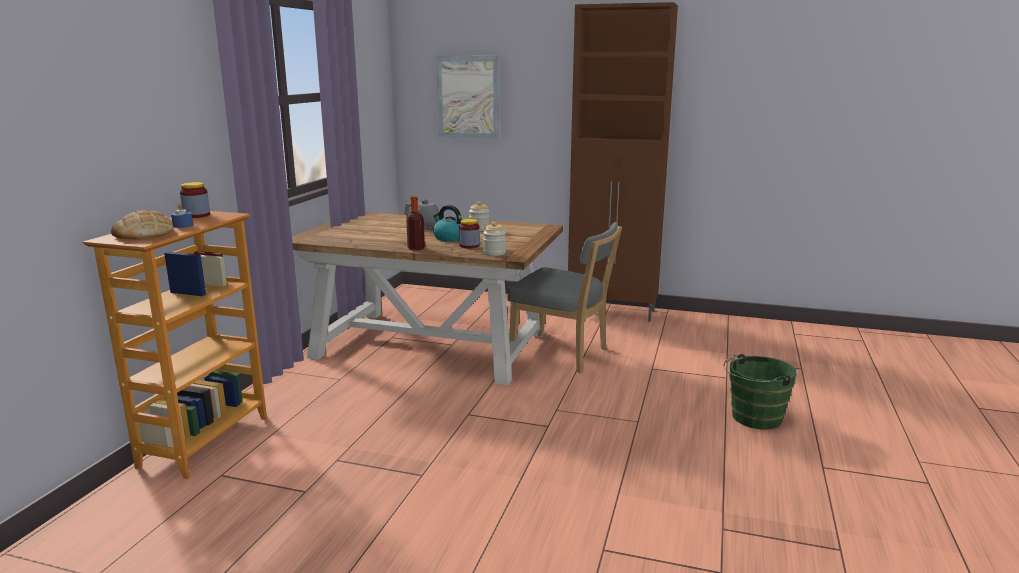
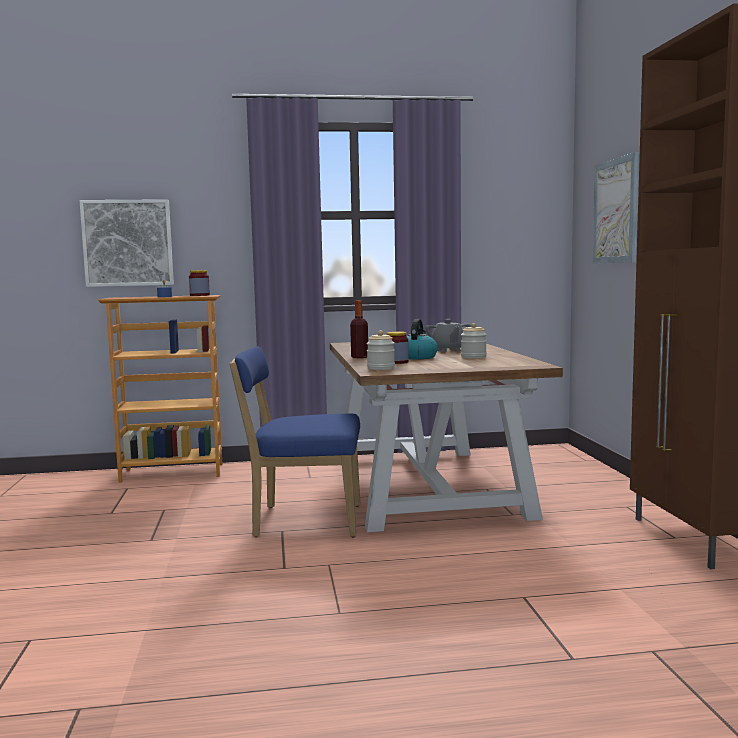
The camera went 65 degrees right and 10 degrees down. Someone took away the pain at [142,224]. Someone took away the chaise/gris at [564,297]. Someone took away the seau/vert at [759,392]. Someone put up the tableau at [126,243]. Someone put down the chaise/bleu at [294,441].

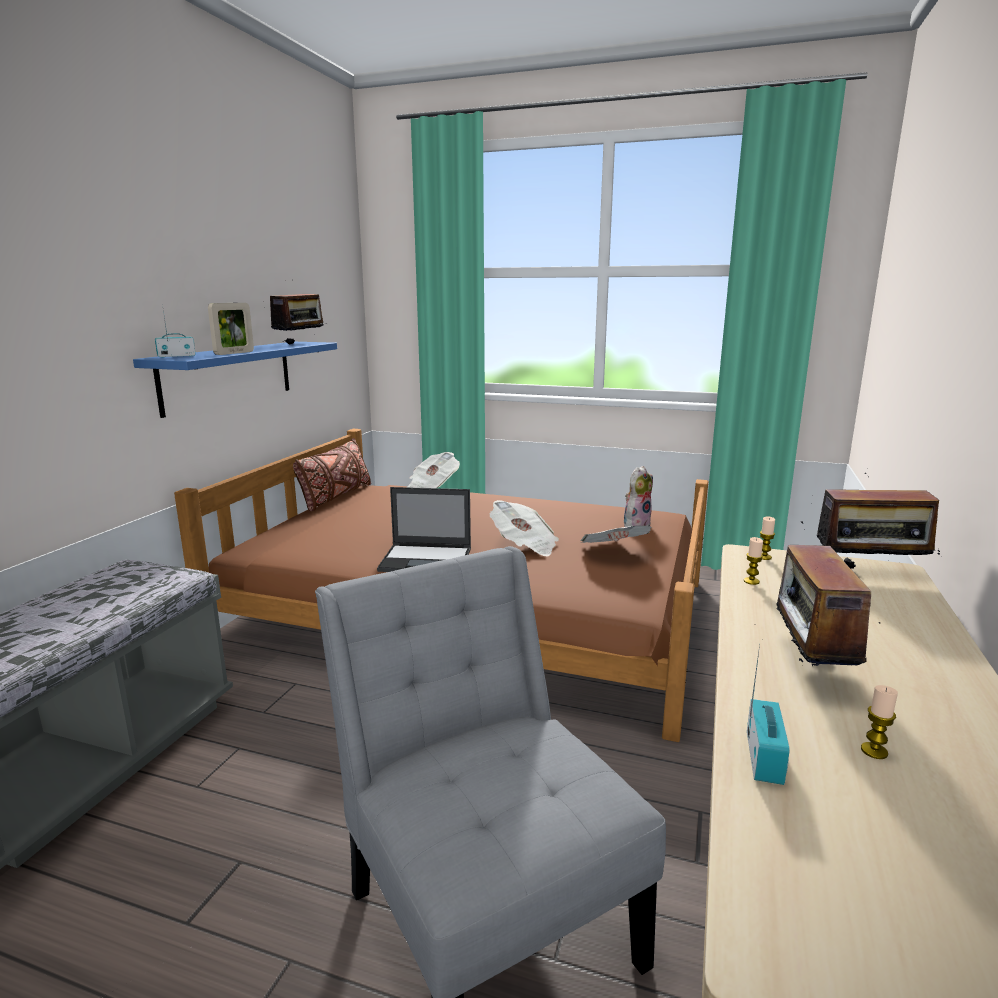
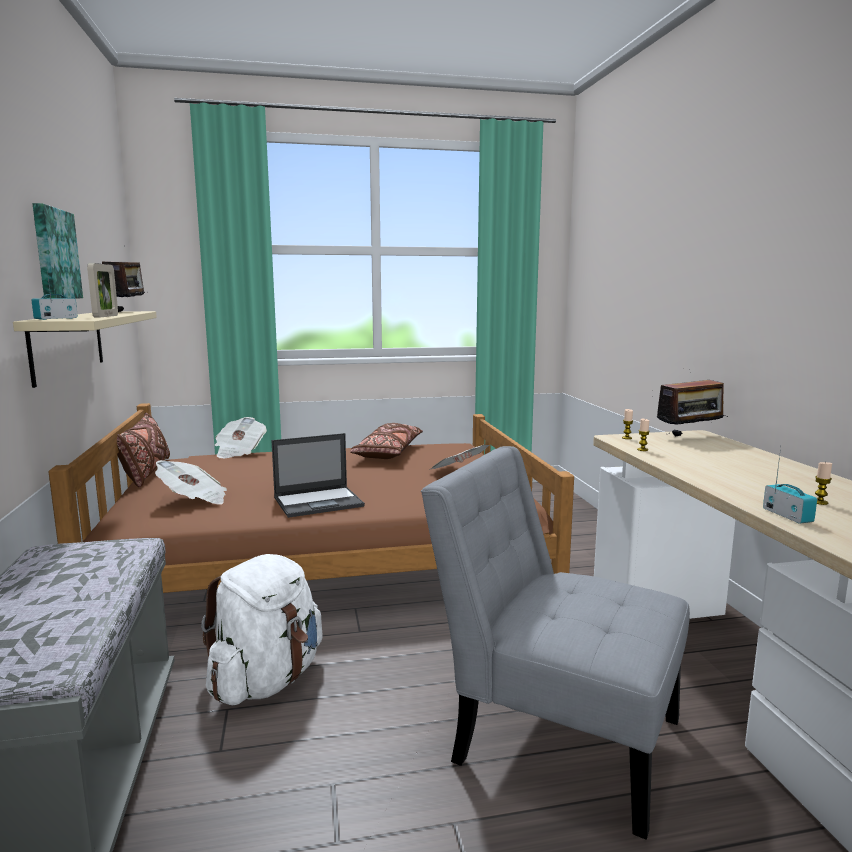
The camera went 30 degrees left and 5 degrees down. Someone repainted the étagère/bleu at [235,380], which became the étagère/beige at [85,349]. Someone took away the peluche at [638,496]. Someone carried the journal from [524,528] to [191,482]. Someone took away the radio at [828,593]. Someone put up the tableau at [57,251]. Someone put down the coussin/marron at [386,441]. Someone put down the sac à dos/blanc at [262,629].

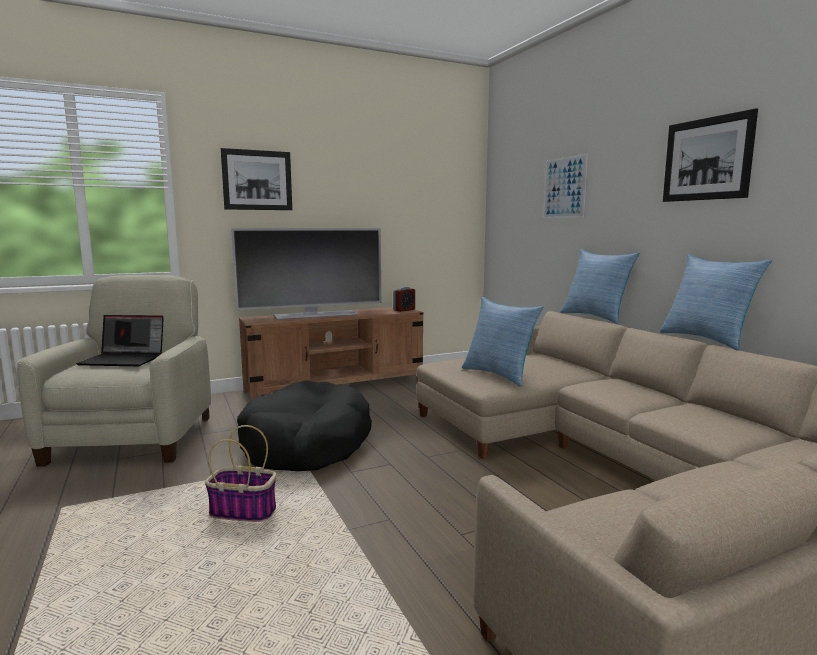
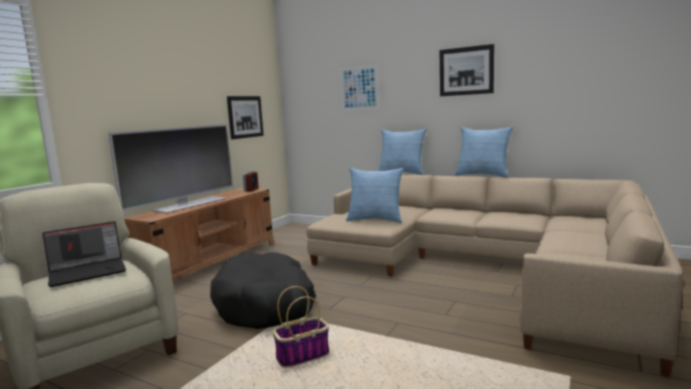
The camera went 35 degrees left and 0 degrees up. Someone carried the tableau from [256,179] to [245,117].

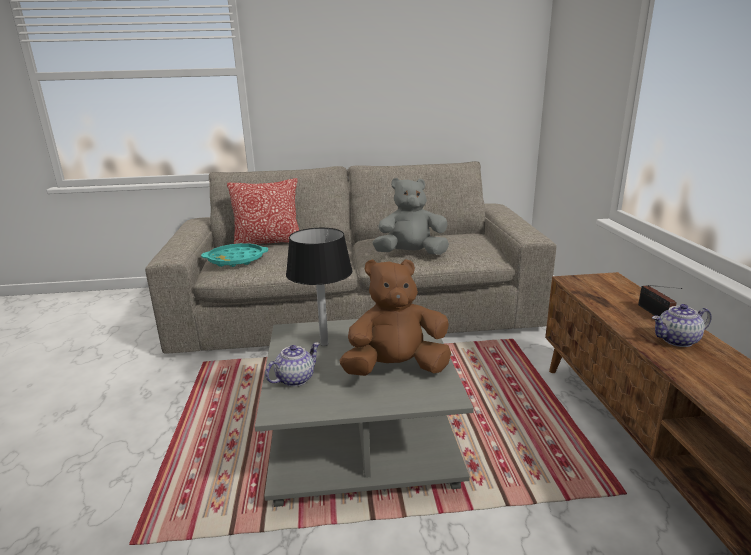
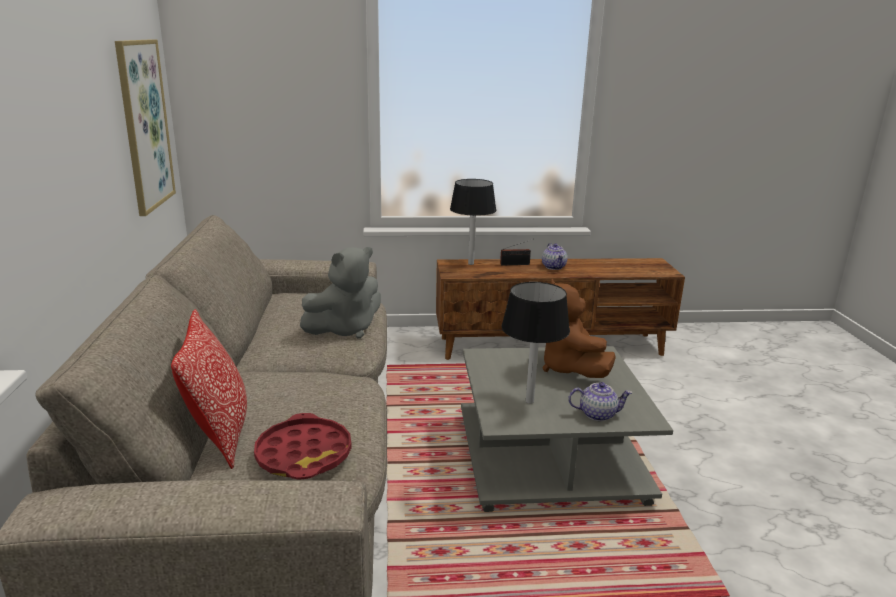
The camera went 90 degrees left and 0 degrees up. Someone rotated the peluche/gris at [410,216] by 120 degrees counterclockwise. Someone repainted the plateau/turquoise at [234,255], which became the plateau/rouge at [303,446]. Someone rotated the théière at [292,365] by 135 degrees clockwise. Someone put up the tableau at [145,127]. Someone put down the lampe de table/noir at [473,222].

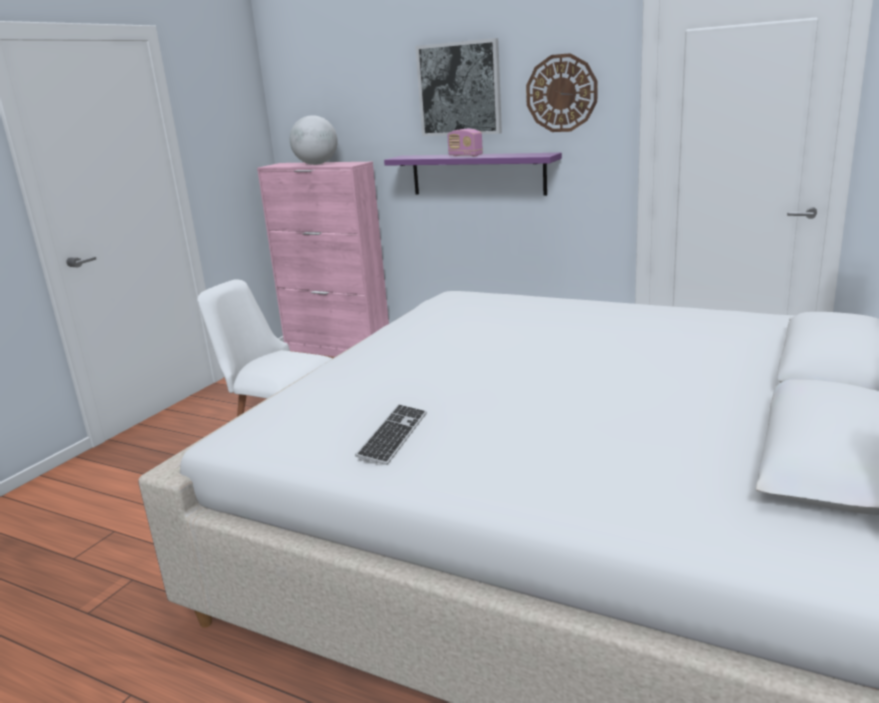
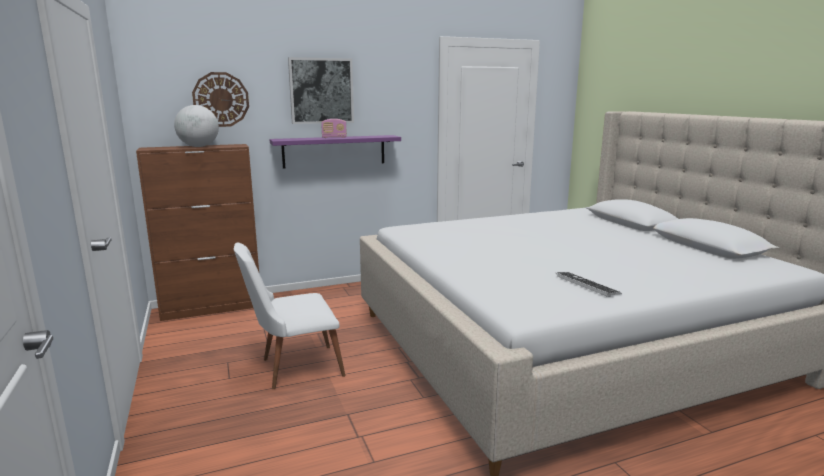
The camera went 50 degrees left and 5 degrees down. Someone carried the horloge murale from [561,92] to [220,99]. Someone repainted the meuble de rangement/rose at [323,259], which became the meuble de rangement/marron at [197,232].

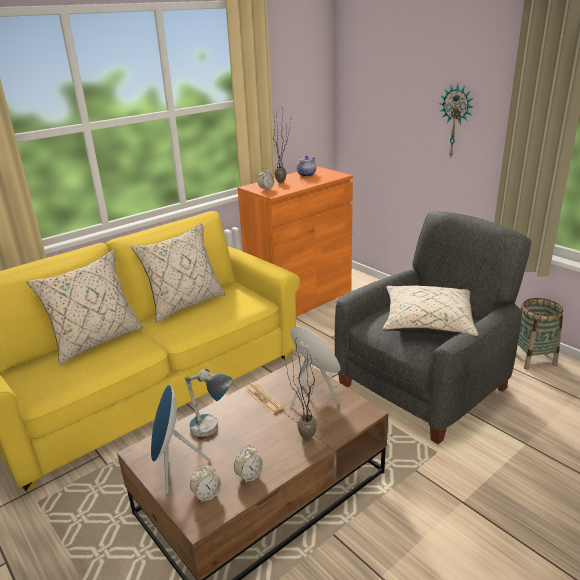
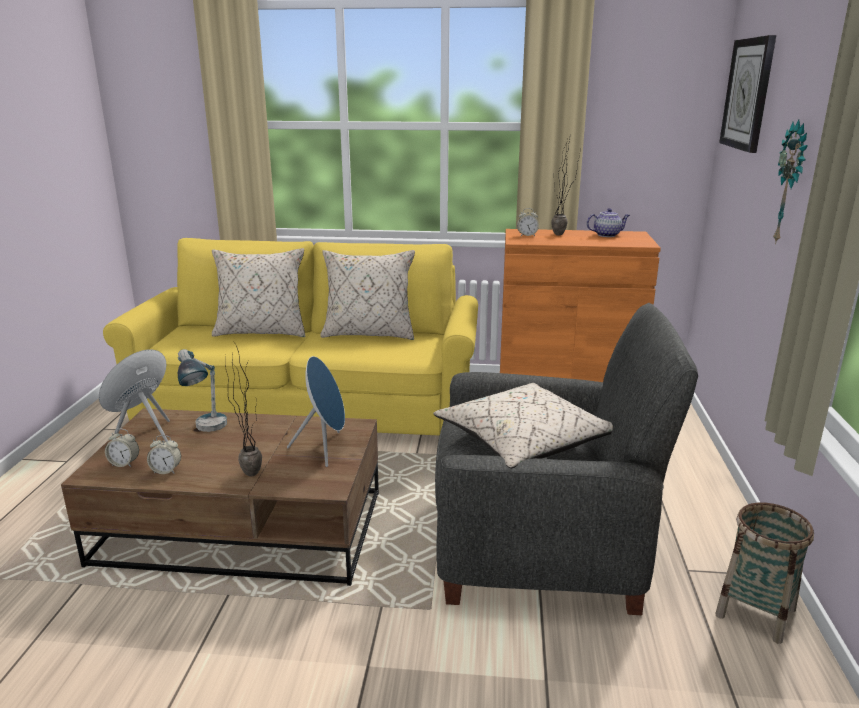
The camera went 45 degrees right and 5 degrees down. Someone took away the journal at [264,398]. Someone put up the horloge murale at [747,94].

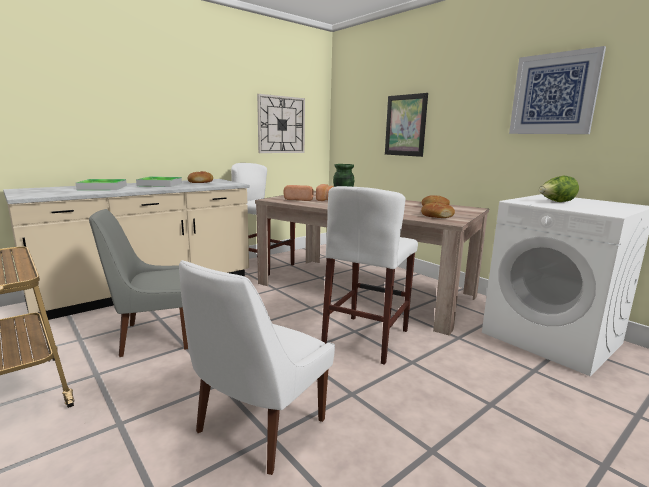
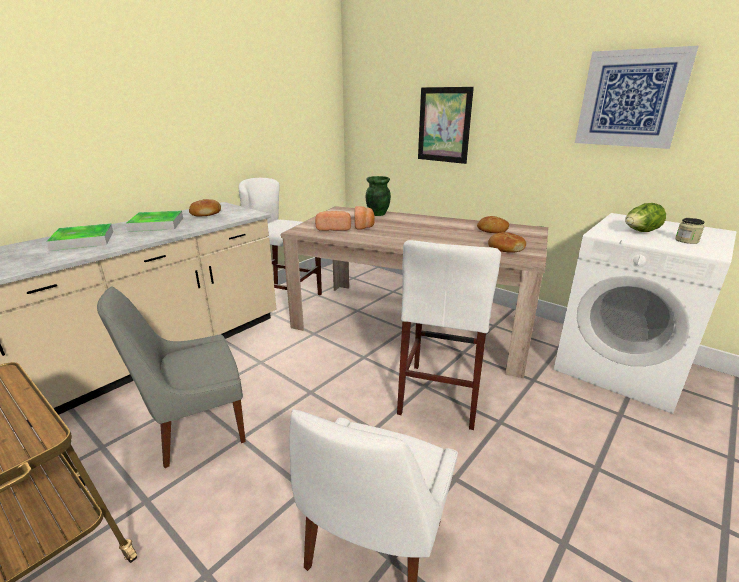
The camera went 10 degrees left and 10 degrees up. Someone took away the horloge murale at [281,123]. Someone put down the bocal at [689,231].

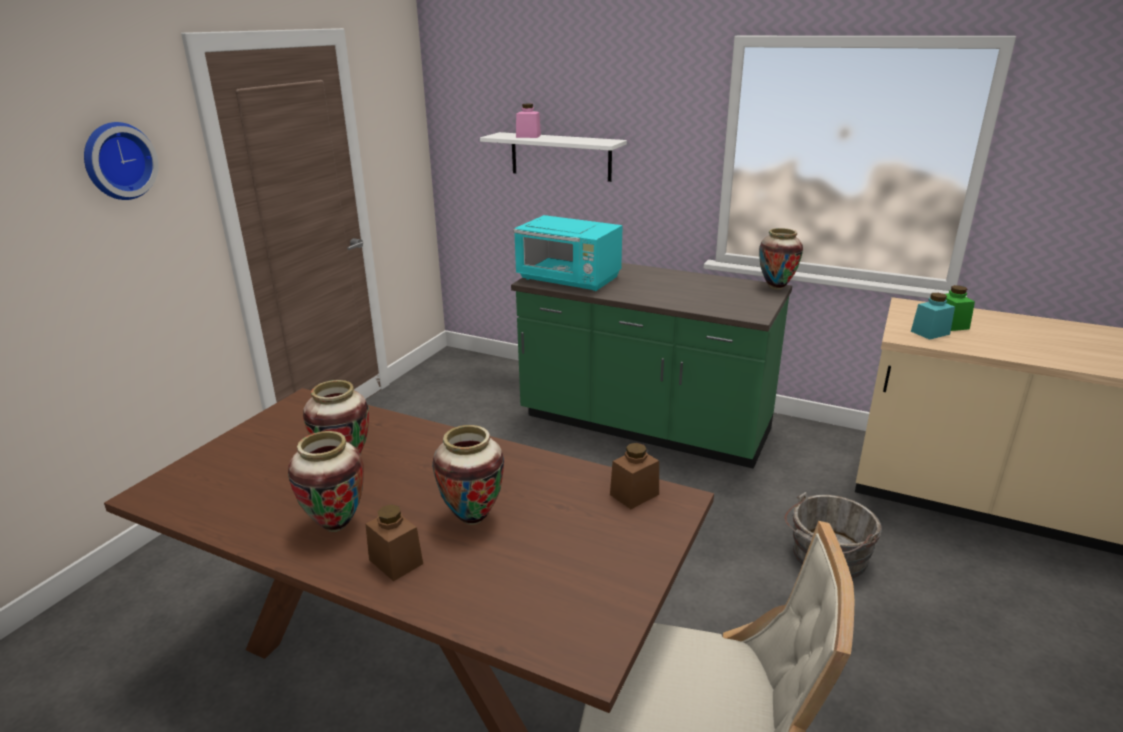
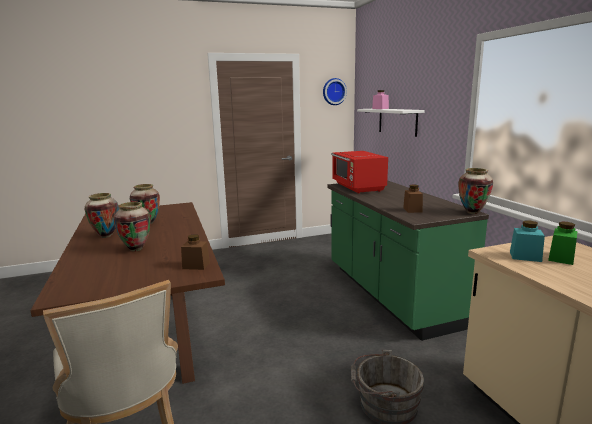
The camera went 45 degrees right and 10 degrees down. Someone carried the horloge murale from [121,161] to [335,91]. Someone repainted the micro-ondes/turquoise at [568,253], which became the micro-ondes/rouge at [360,172]. Someone carried the bocal/marron from [394,542] to [413,199].

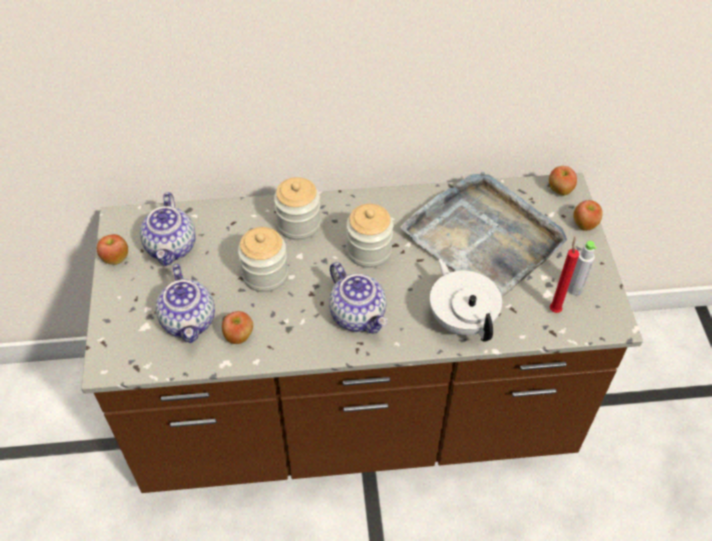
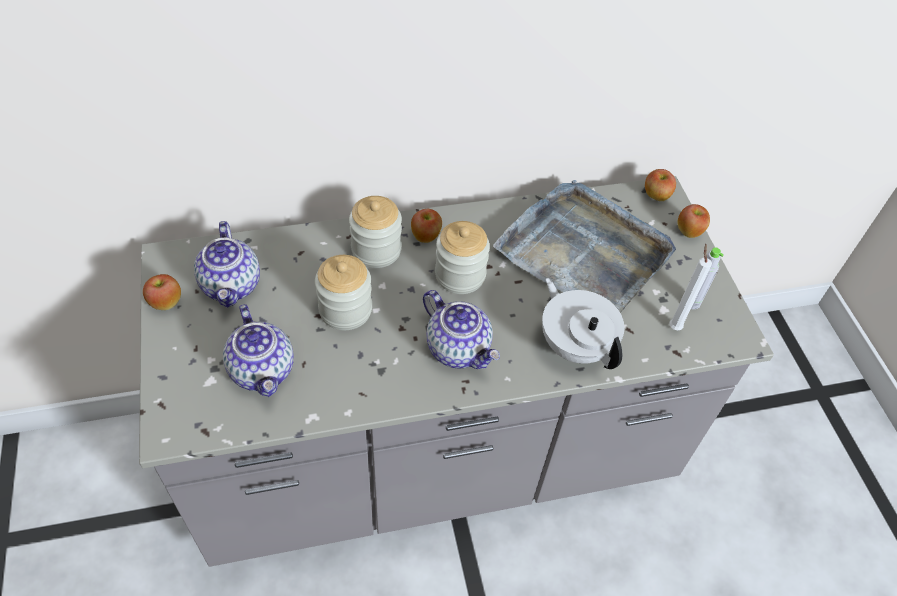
The camera went 10 degrees left and 0 degrees up. Someone repainted the comptoir de cuisine/marron at [362,333], which became the comptoir de cuisine/gris at [456,371]. Someone repainted the bougie/rouge at [564,275], which became the bougie/blanc at [690,287]. Someone carried the pomme from [237,327] to [426,226].

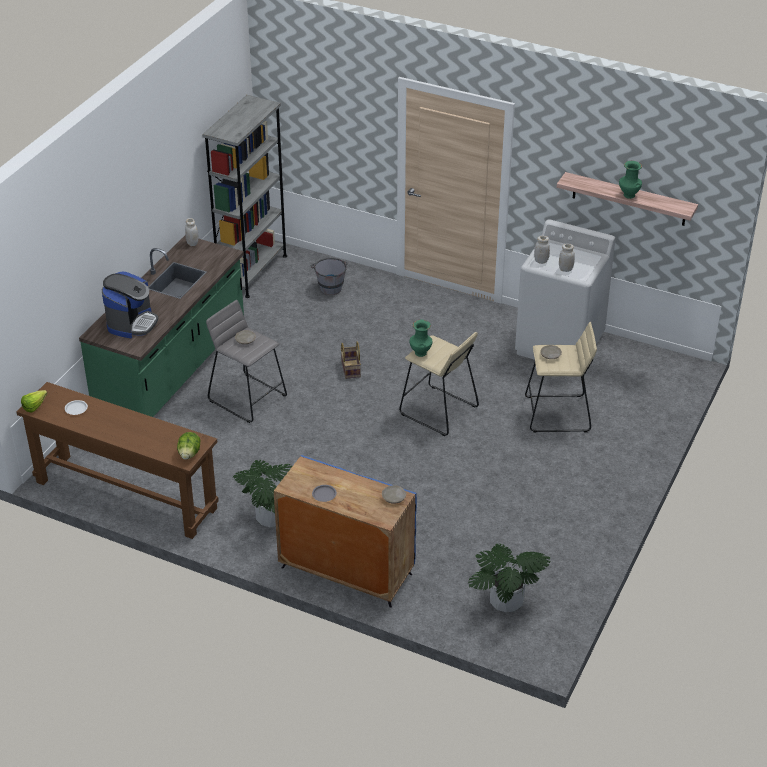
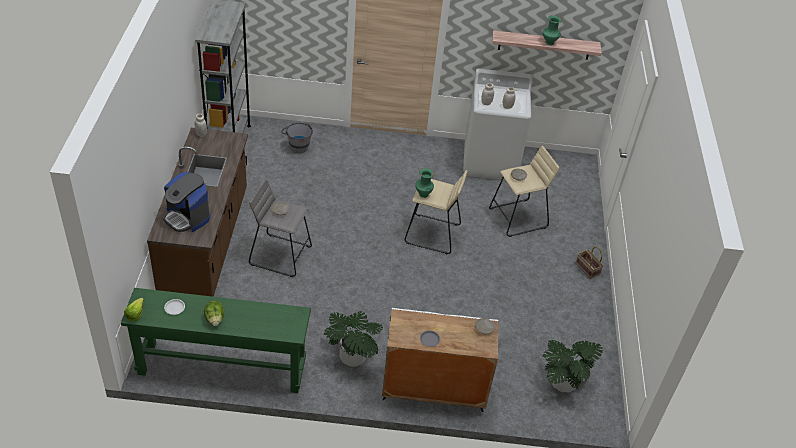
The camera went 25 degrees left and 5 degrees up. Someone repainted the comptoir de cuisine/vert at [161,326], which became the comptoir de cuisine/marron at [197,212]. Someone rotated the machine à café at [130,305] by 135 degrees clockwise. Someone carried the panier from [351,360] to [590,263]. Someone repainted the table console/marron at [117,460], which became the table console/vert at [216,340]. Someone carried the laitue from [189,446] to [214,313]. Someone repainted the meuble de rangement/bleu at [345,531], which became the meuble de rangement/blanc at [440,360].

